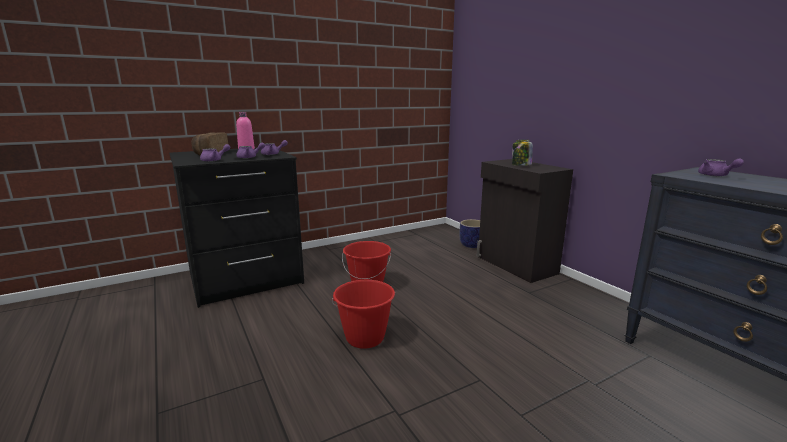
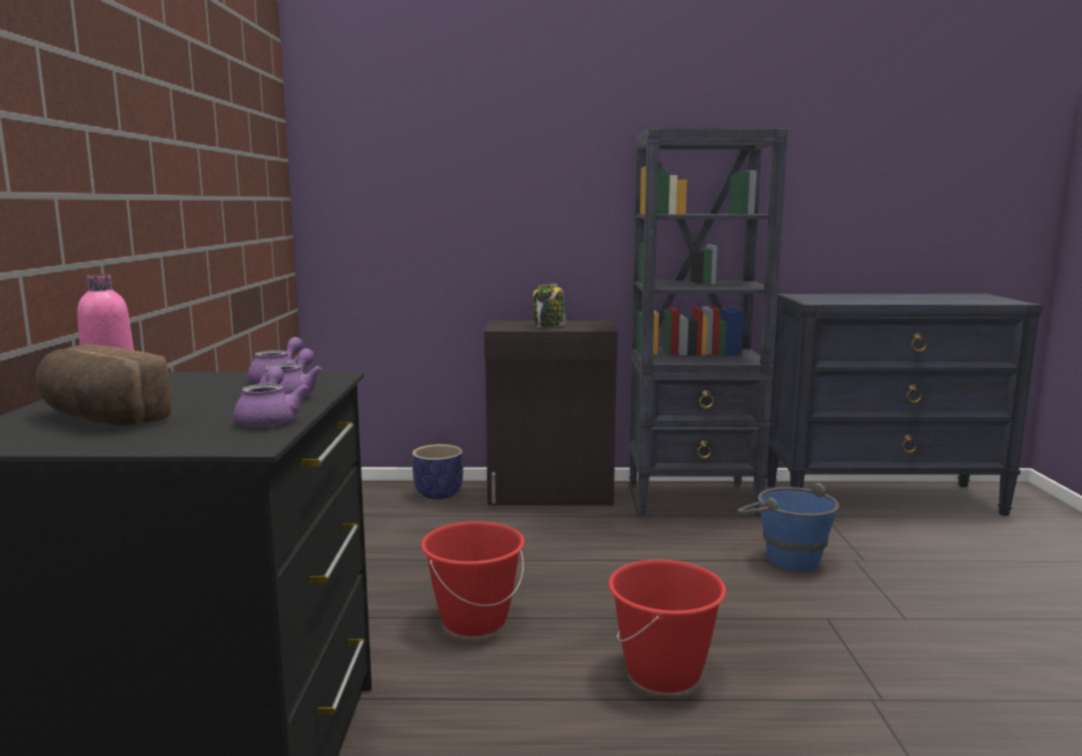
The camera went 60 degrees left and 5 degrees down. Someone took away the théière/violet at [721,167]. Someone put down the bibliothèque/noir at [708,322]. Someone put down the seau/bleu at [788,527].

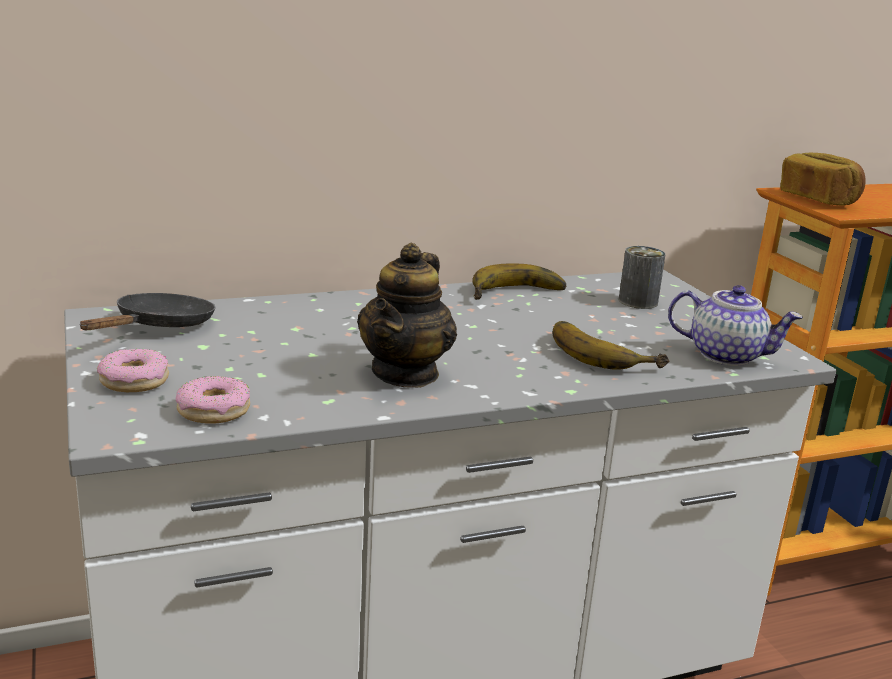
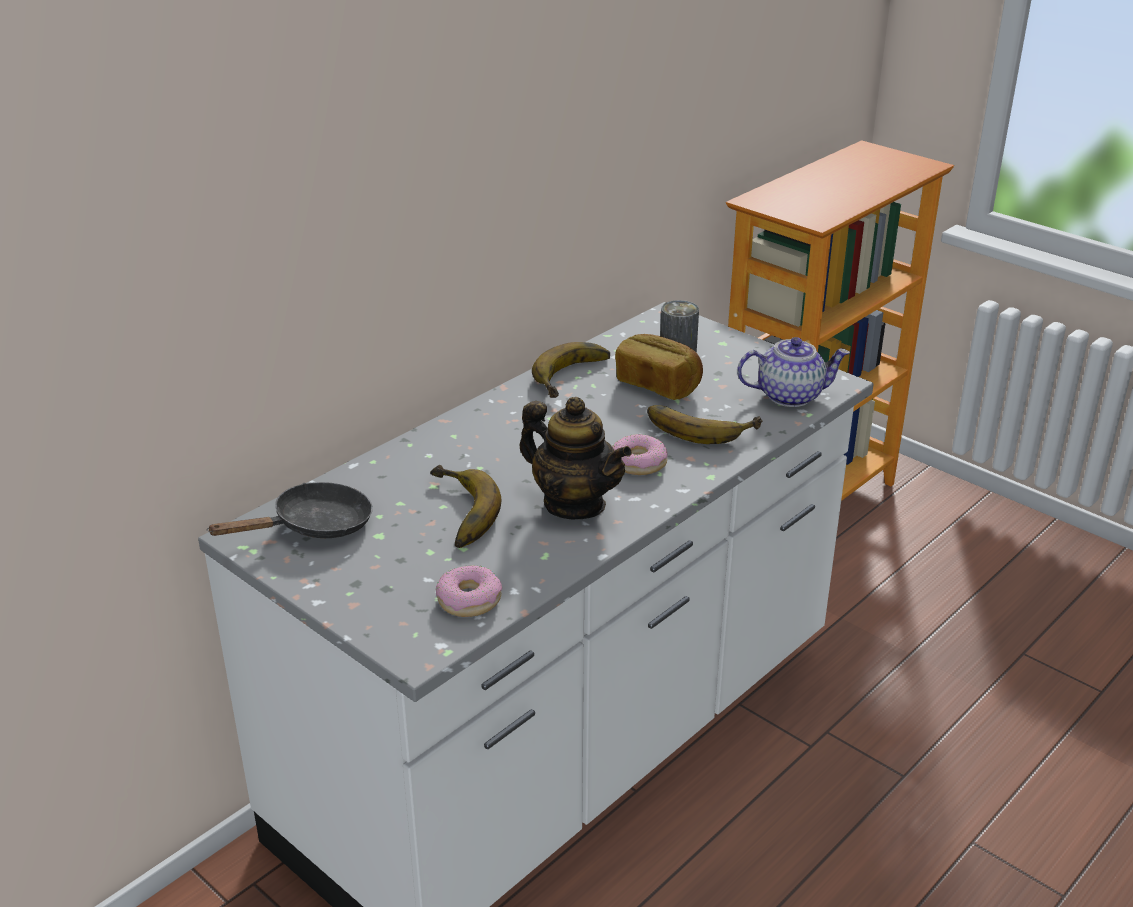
The camera went 25 degrees left and 10 degrees up. Someone carried the pain from [823,179] to [659,367]. Someone rotated the théière at [407,315] by 45 degrees counterclockwise. Someone rotated the poêle/noir at [147,311] by 60 degrees clockwise. Someone carried the beignet from [133,370] to [640,454]. Someone put down the banane at [465,506].

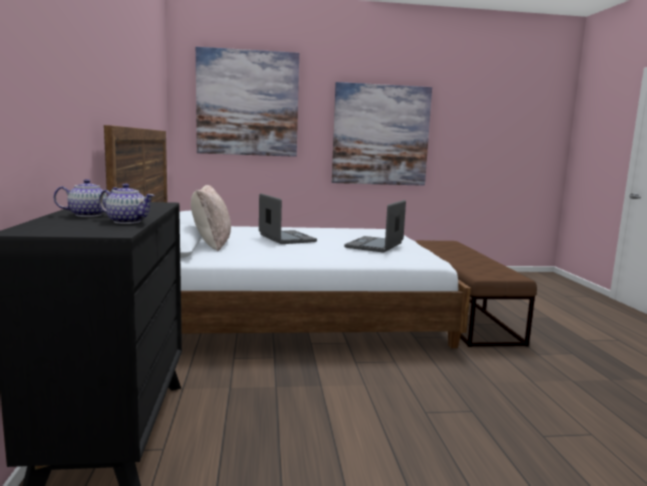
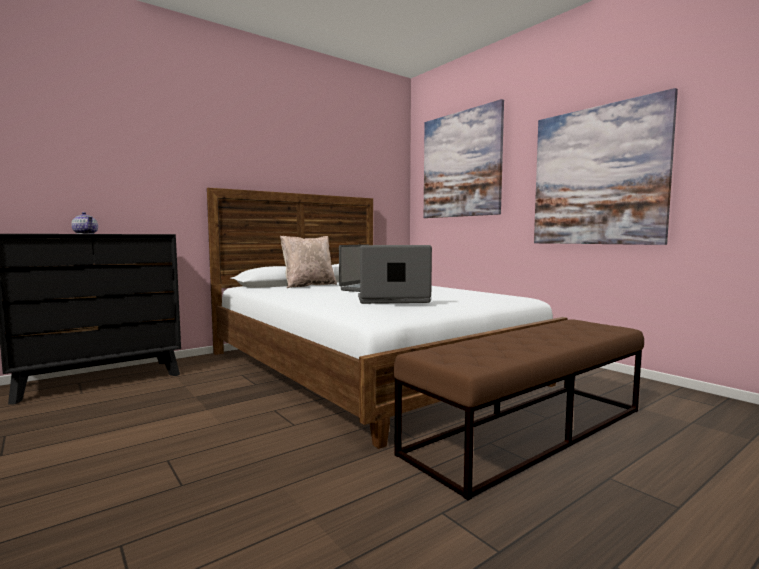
The camera went 60 degrees right and 5 degrees down. Someone took away the théière at [127,204].

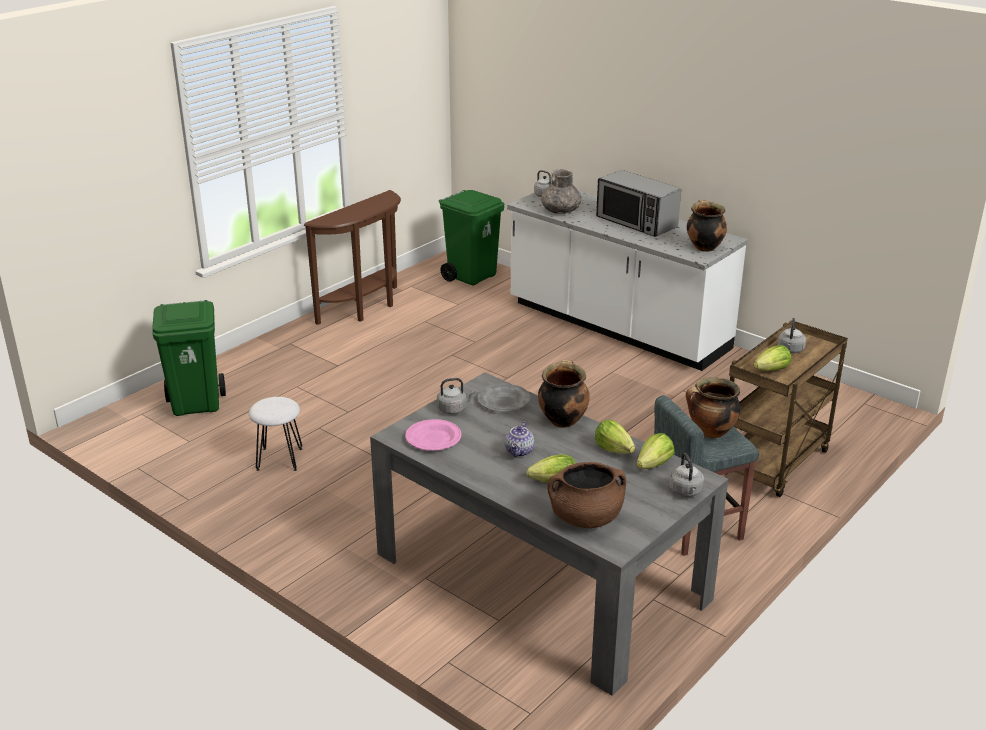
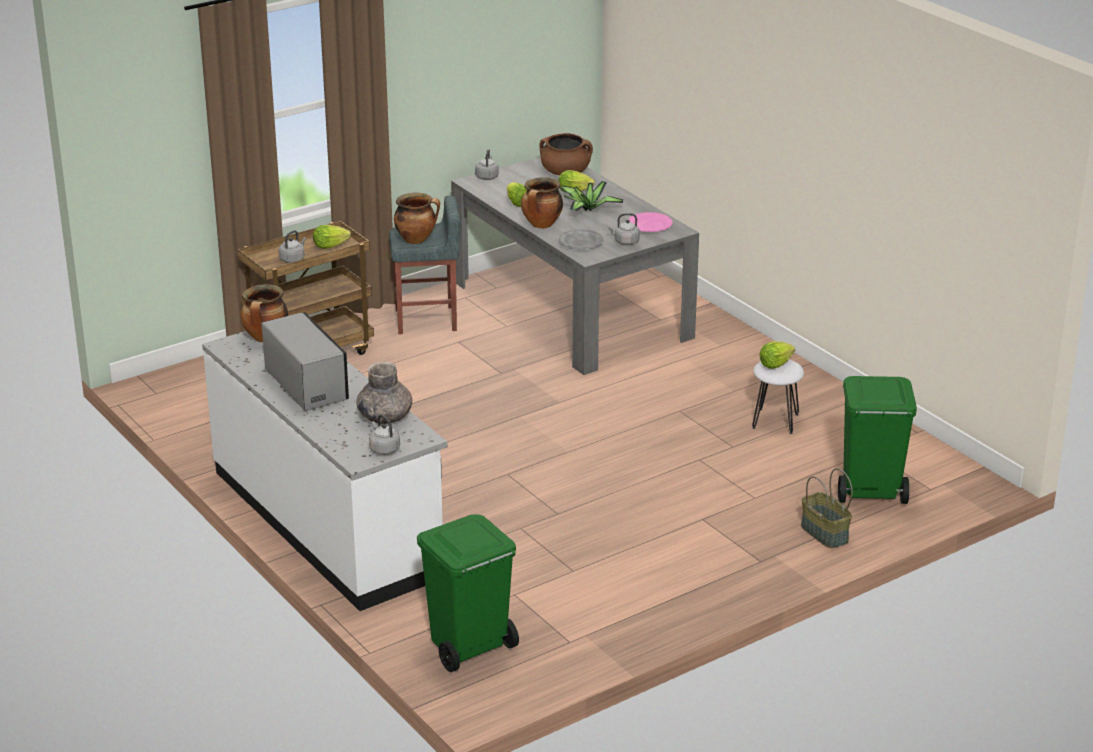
The camera went 165 degrees left and 0 degrees up. Someone took away the table console/marron at [352,257]. Someone swapped the théière at [519,439] for the plante en pot at [592,196]. Someone carried the laitue from [655,451] to [777,355]. Someone put down the panier at [826,508].

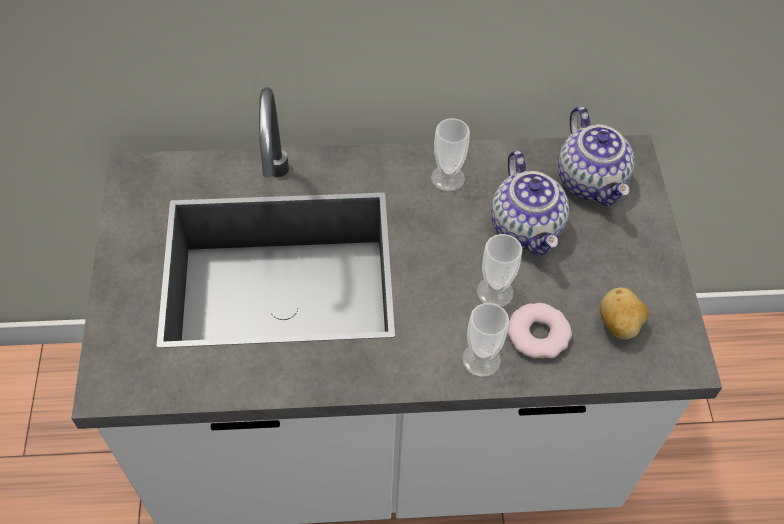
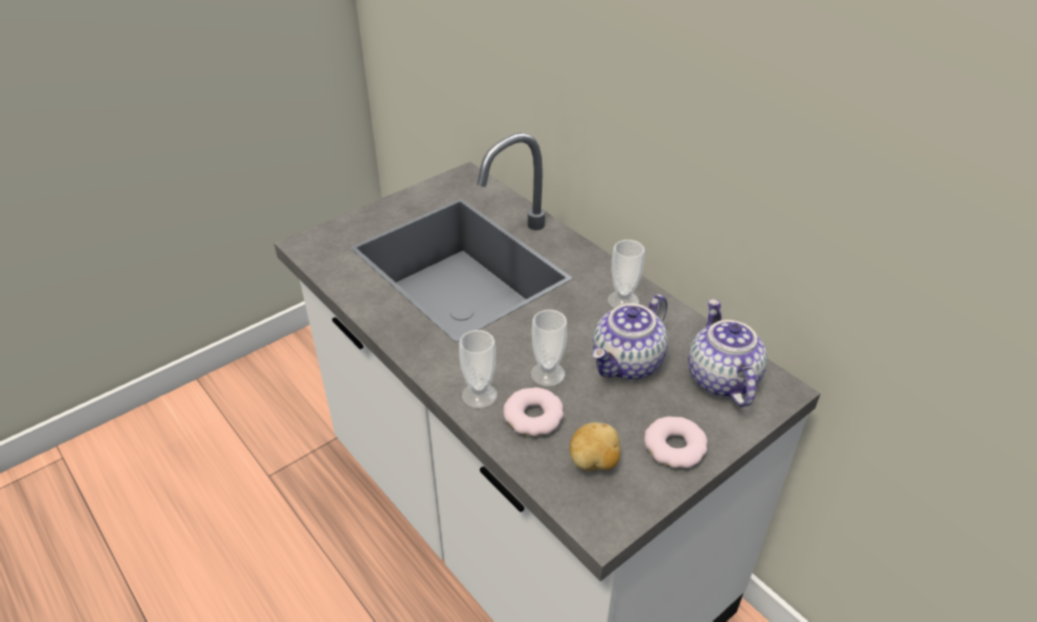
The camera went 55 degrees right and 15 degrees down. Someone rotated the théière at [596,156] by 135 degrees clockwise. Someone put down the beignet at [676,442].

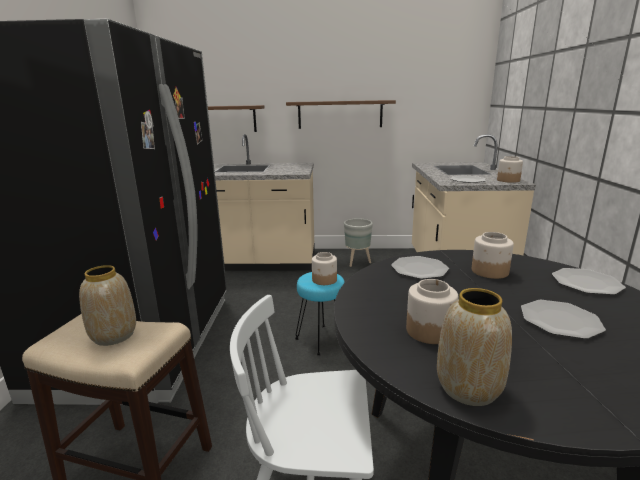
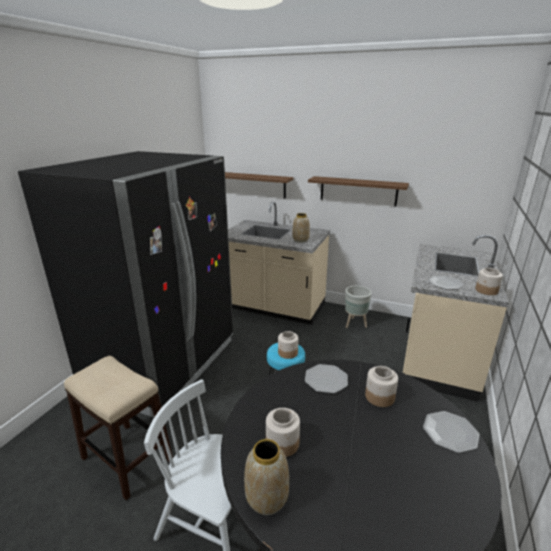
The camera went 20 degrees right and 5 degrees up. Someone carried the vase from [107,305] to [301,228]. Someone took away the assiette at [563,319].

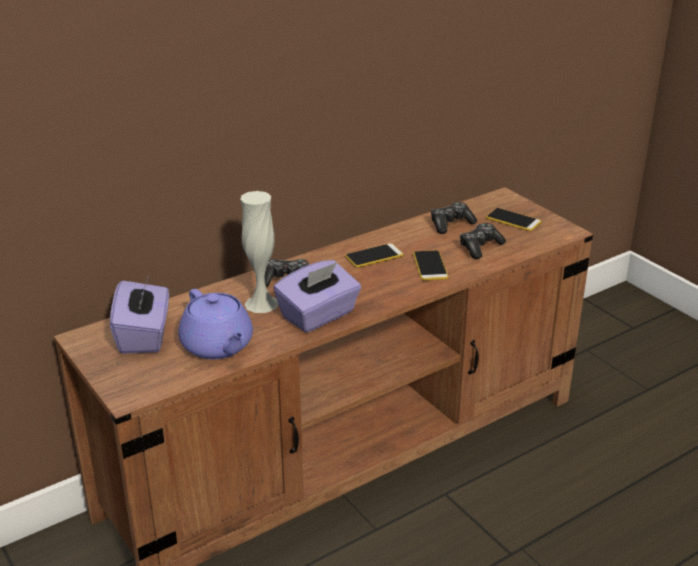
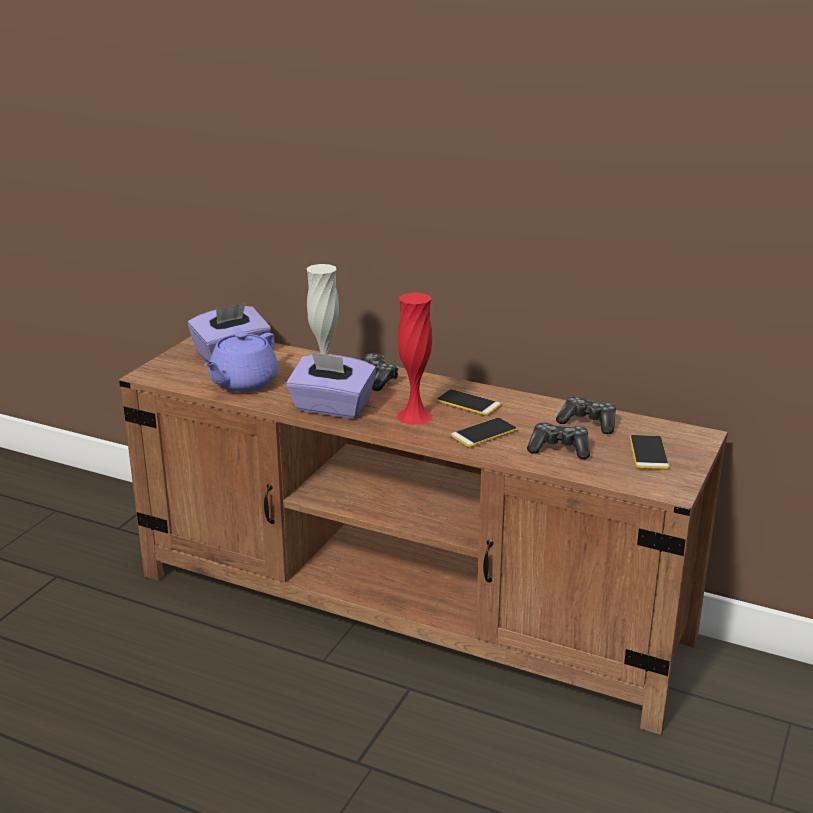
The camera went 60 degrees right and 5 degrees down. Someone put down the vase/rouge at [415,359].

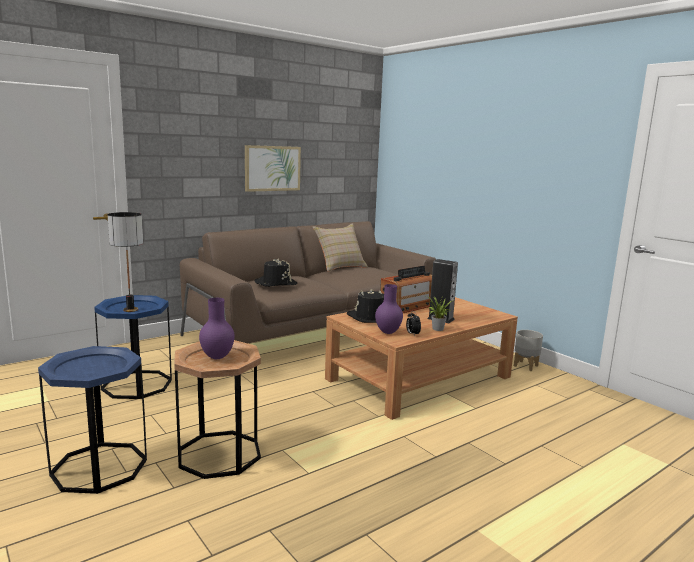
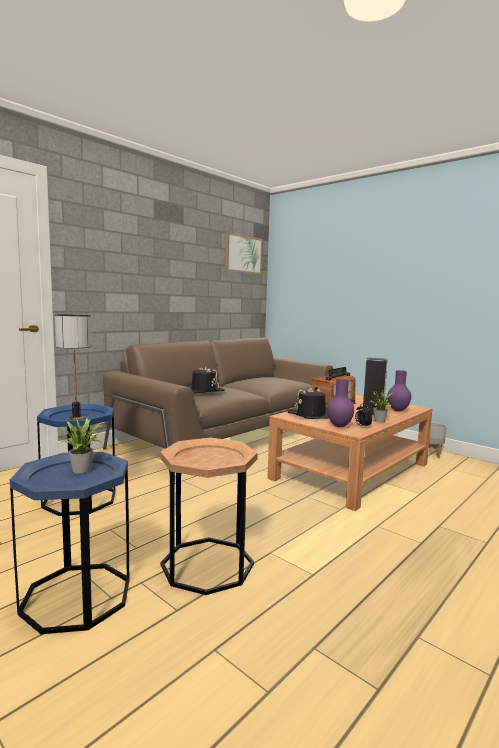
The camera went 10 degrees left and 5 degrees down. Someone carried the tableau from [273,168] to [244,253]. Someone took away the coussin/beige at [340,247]. Someone carried the vase/violet from [217,328] to [399,390]. Someone put down the plante en pot at [82,446].

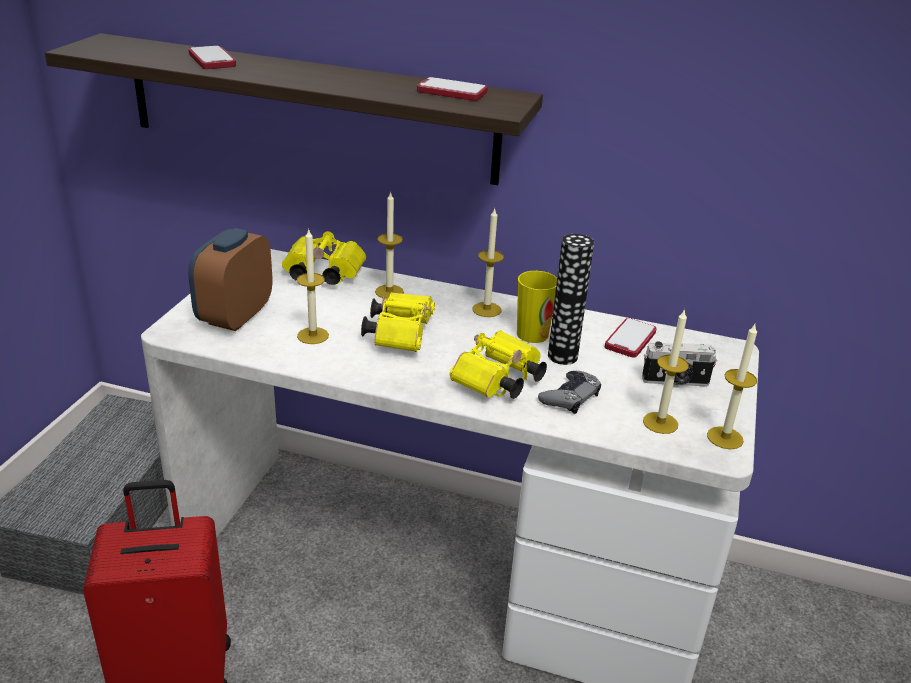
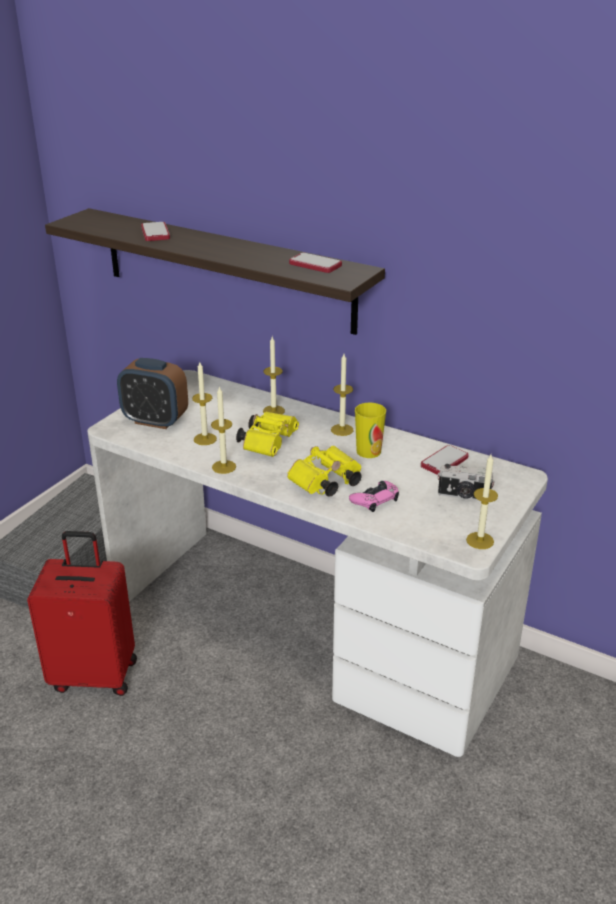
The camera went 15 degrees right and 0 degrees up. Someone rotated the réveil at [230,279] by 105 degrees counterclockwise. Someone took away the jumelles/jaune at [324,258]. Someone took away the vase at [571,299]. Someone carried the bougie from [666,371] to [223,430]. Someone repainted the manette/gris at [570,392], which became the manette/rose at [374,496].

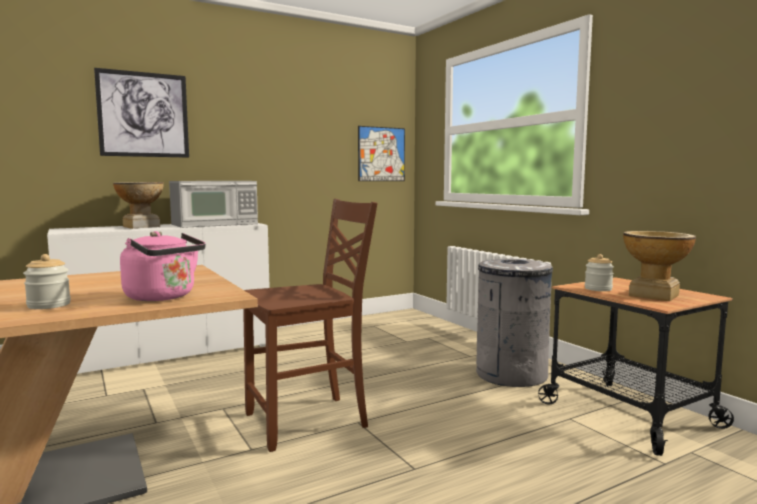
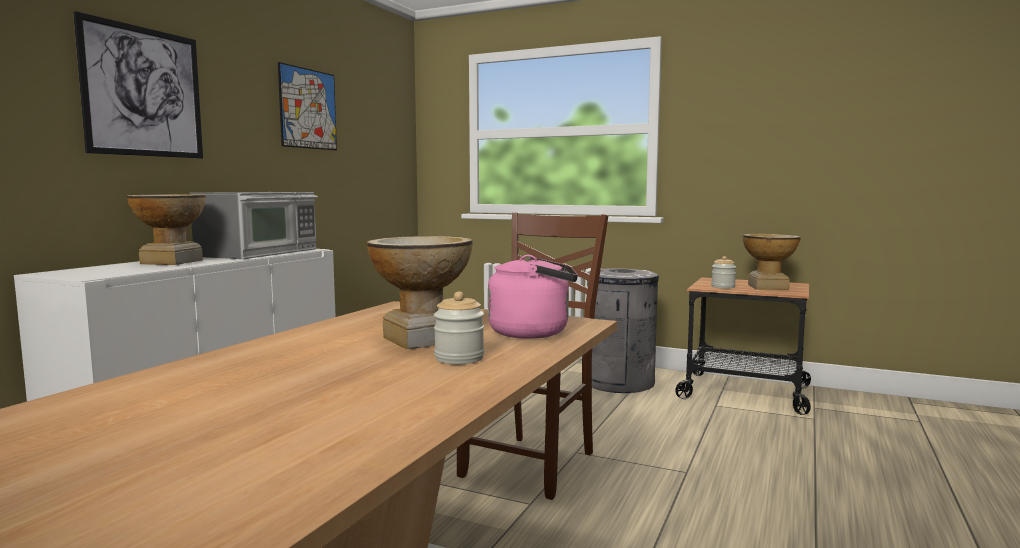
The camera went 35 degrees left and 0 degrees up. Someone carried the tableau from [381,153] to [307,106]. Someone put down the vase at [420,293].

